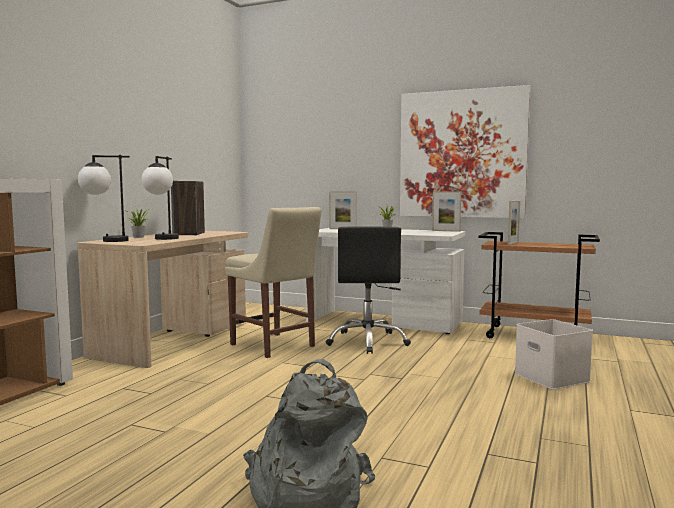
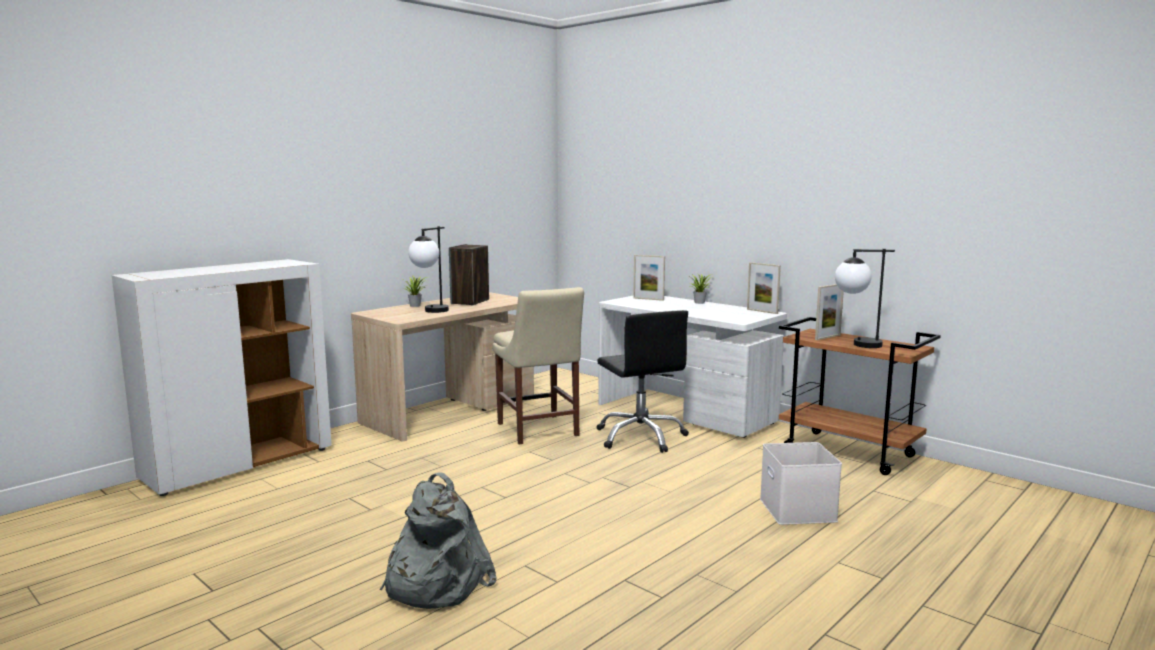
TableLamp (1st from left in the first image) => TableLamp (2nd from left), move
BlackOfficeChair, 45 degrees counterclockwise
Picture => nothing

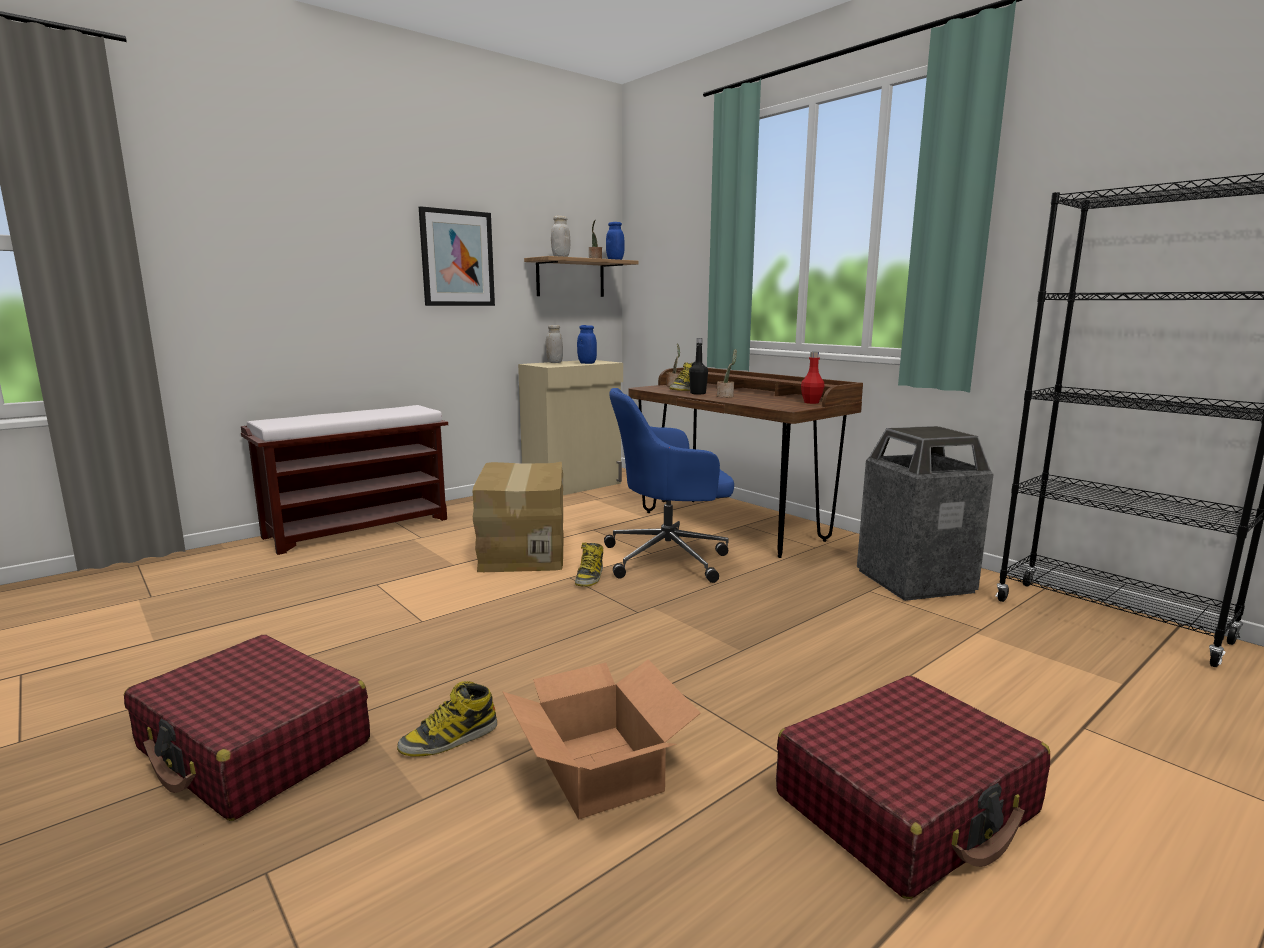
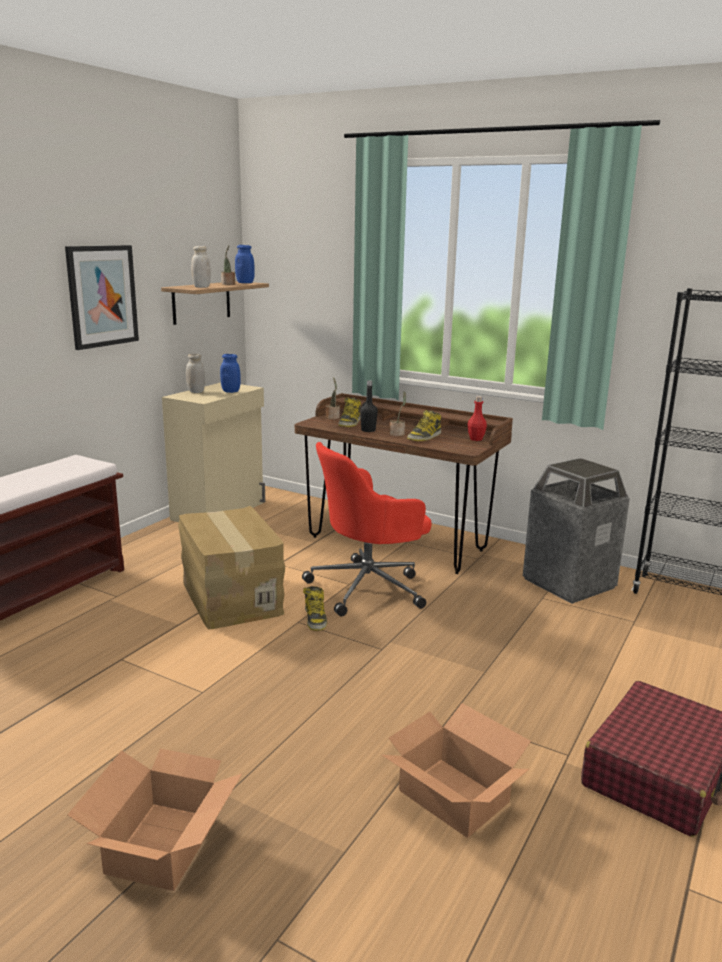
RedSuitcase (1st from left) => CardboardBox (1st from left)
Boot (1st from left in the first image) => Boot (3rd from left), move
BlueOfficeChair => RedOfficeChair

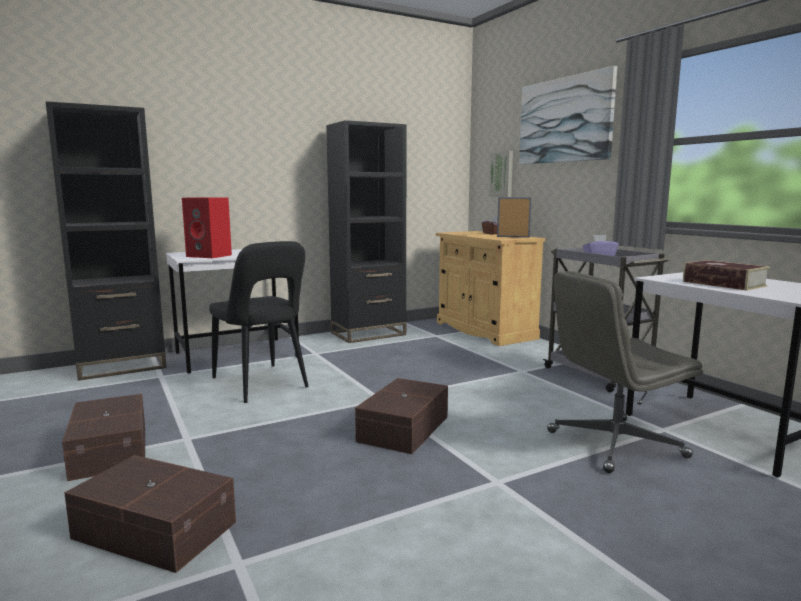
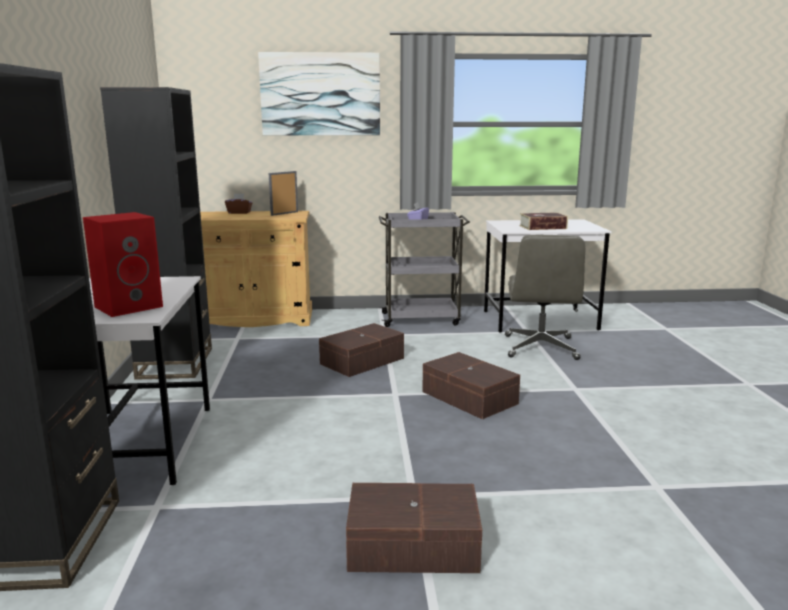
BrownStorageBox (2nd from left in the first image) => BrownStorageBox (1st from left), move
BlackChair => nothing
Picture (1st from left) => nothing

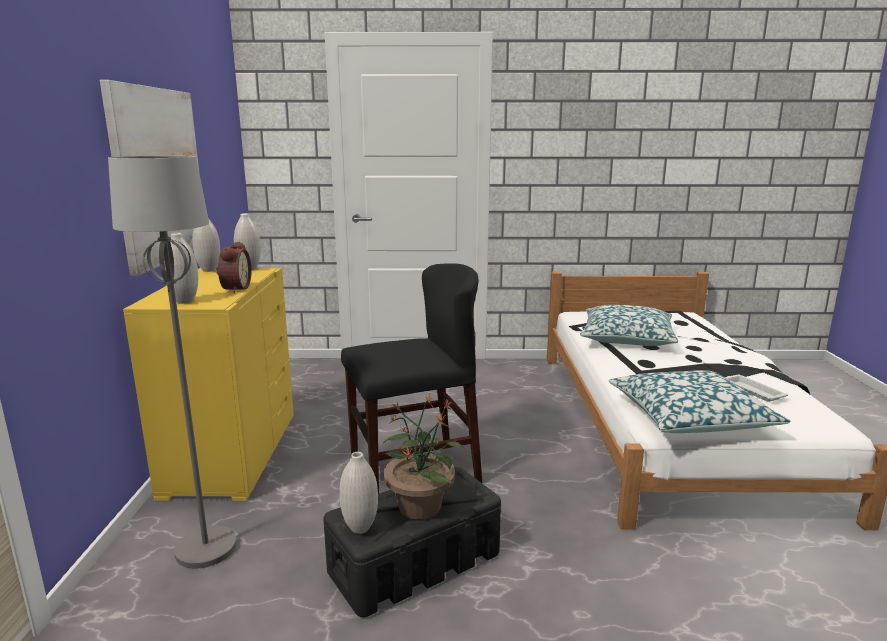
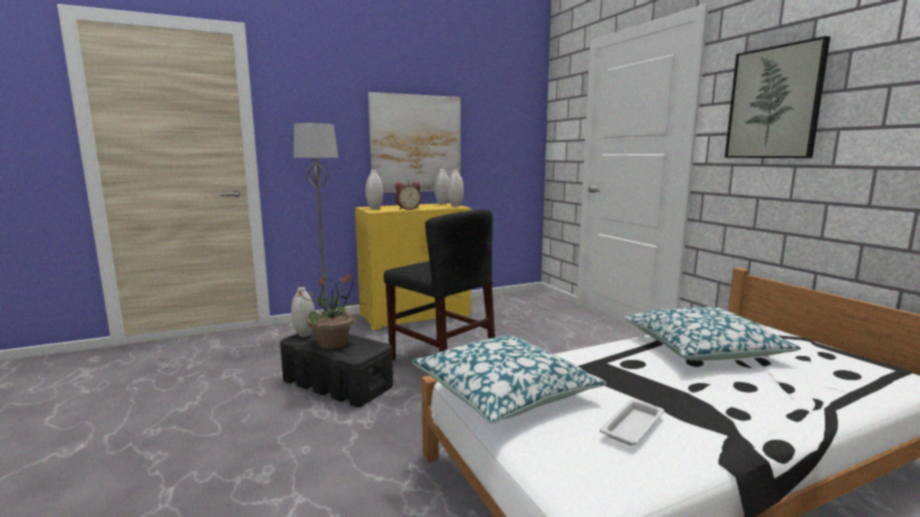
nothing => Picture (2nd from left)

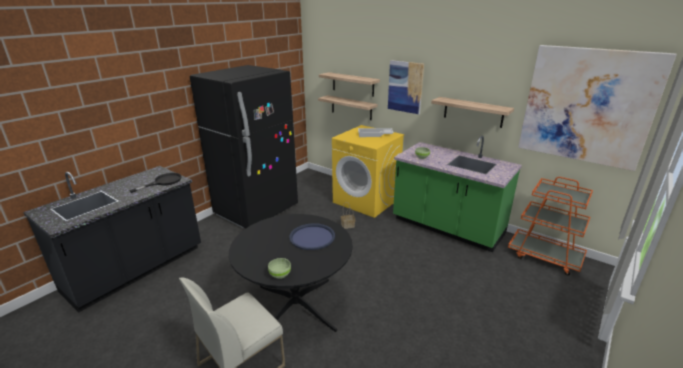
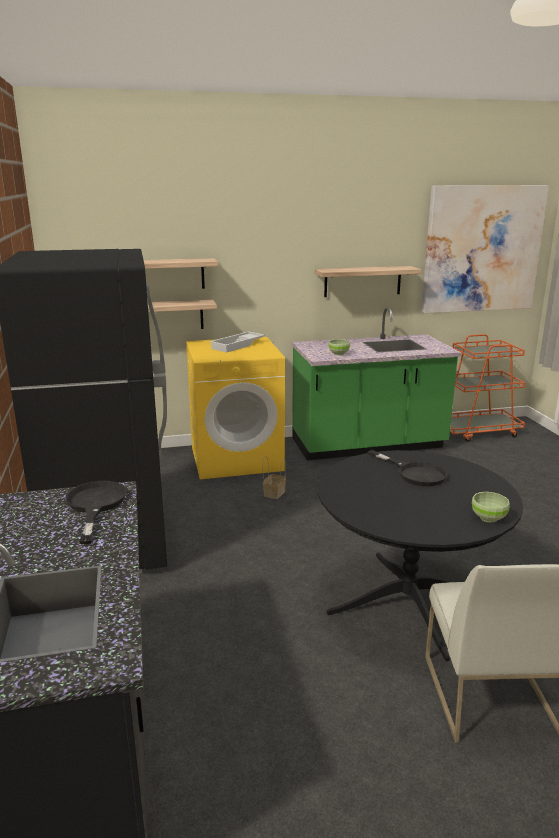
BlueTray => BlackFryingPan (2nd from left)
Picture (1st from left) => nothing

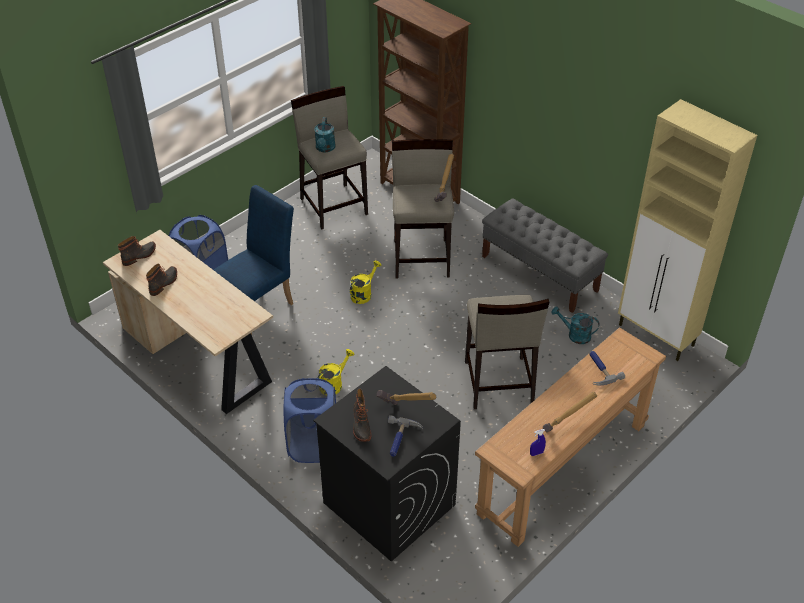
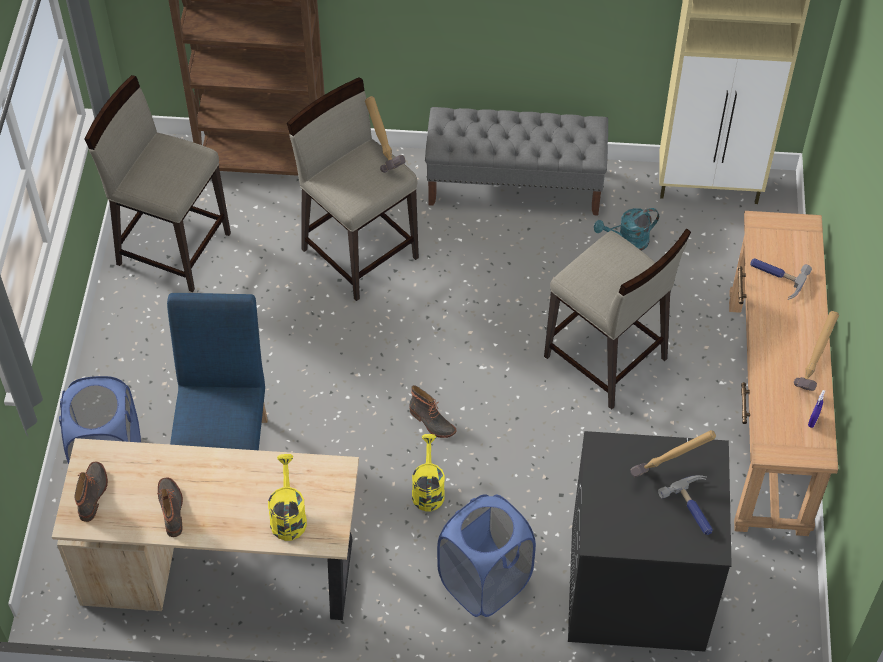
TurquoiseWateringCan (1st from left) => nothing
YellowWateringCan (2nd from left in the first image) => YellowWateringCan (1st from left), move
Boot (3rd from left), move

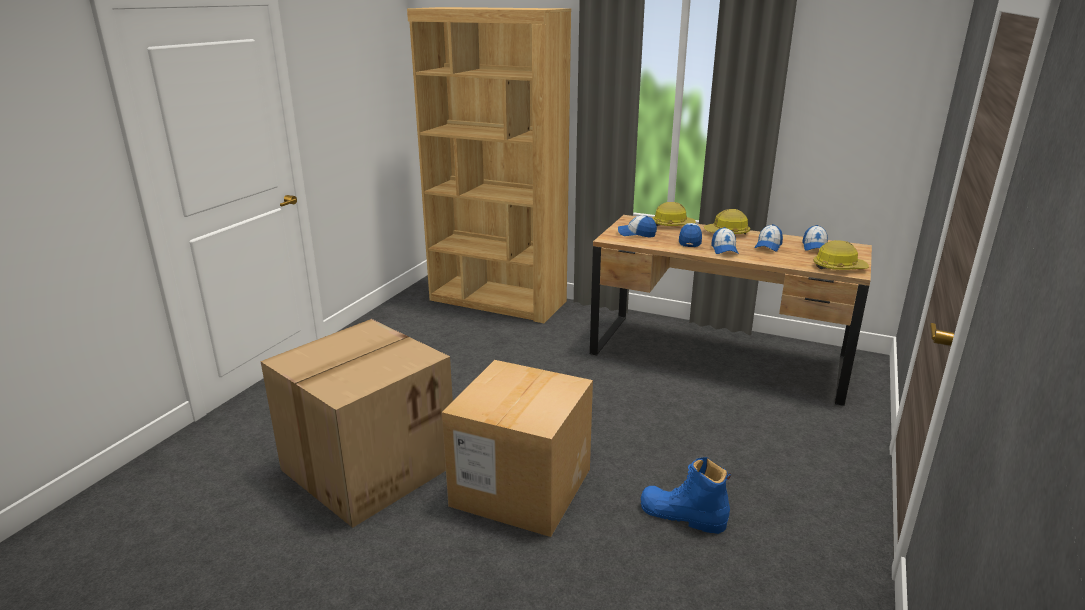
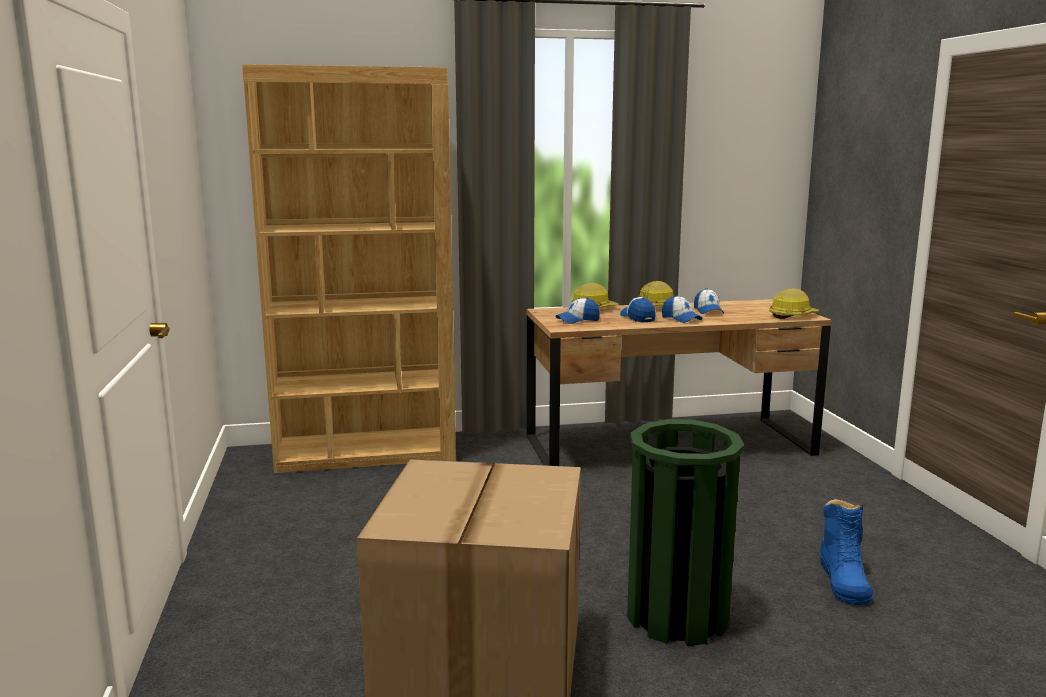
CardboardBox (2nd from left) => GreenTrashCan
BlueBoot, 75 degrees counterclockwise
Cap (5th from left) => nothing

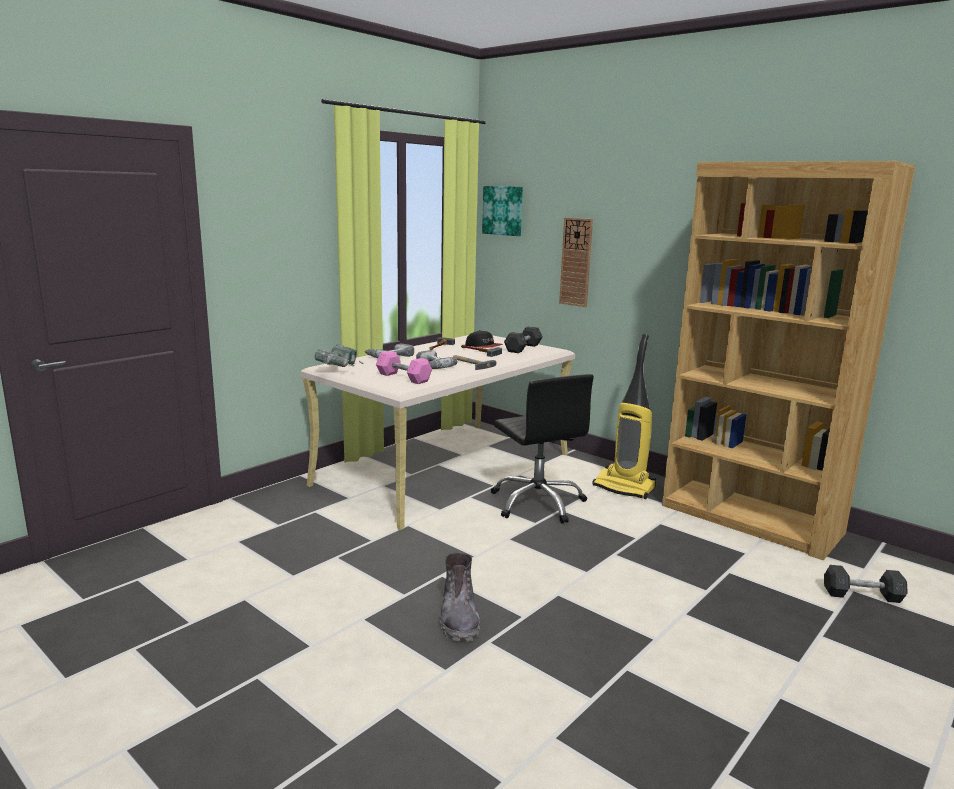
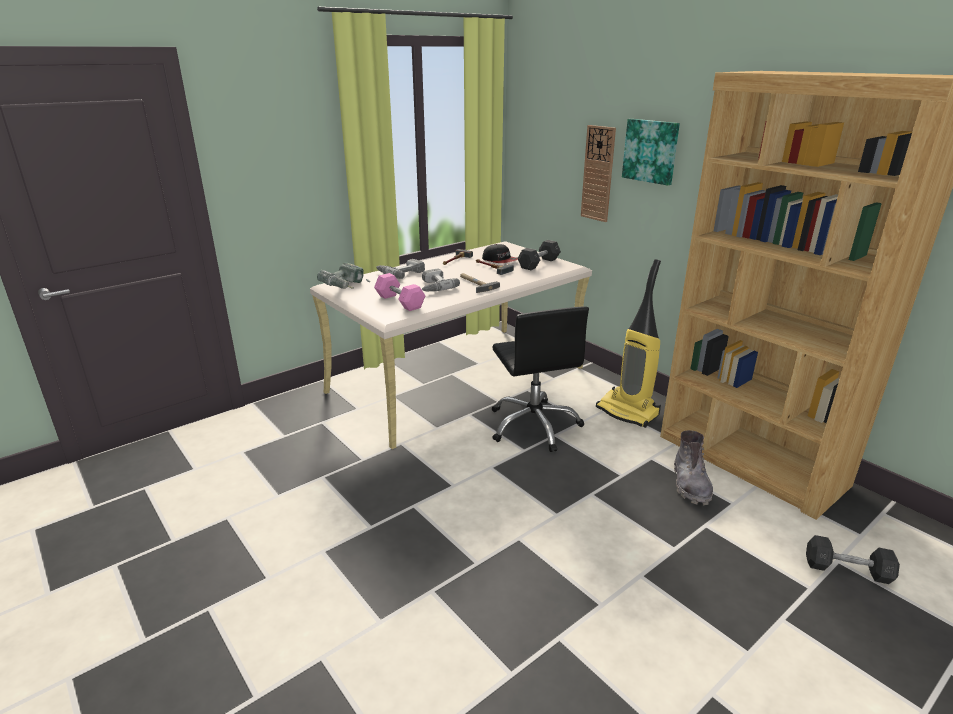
GreyBoot, move
Picture, move

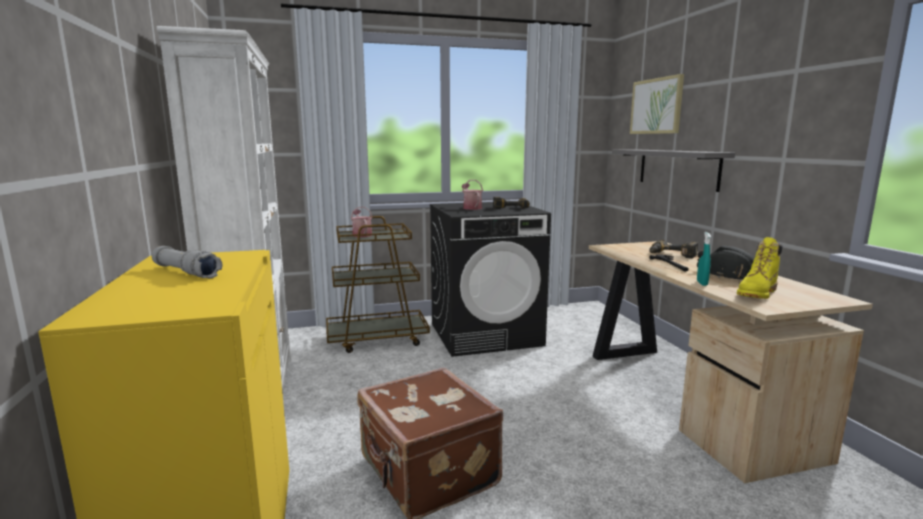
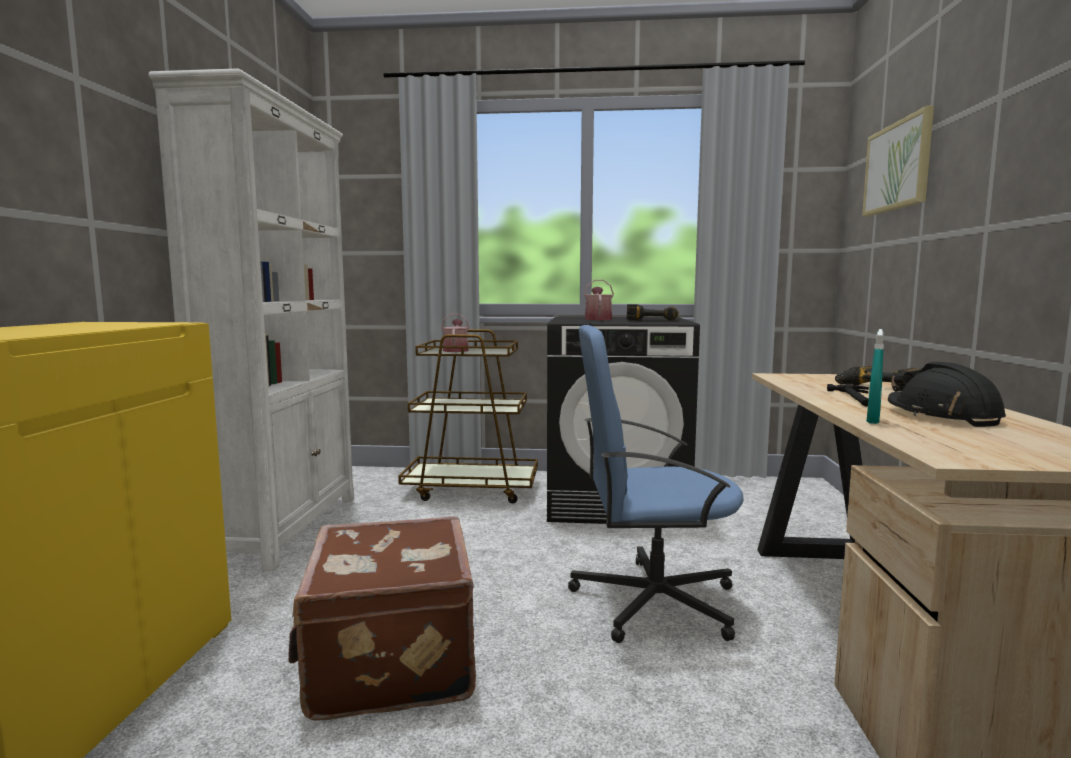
GreyFlashlight => nothing
GreyShelf => nothing
YellowBoot => nothing
nothing => BlueOfficeChair

